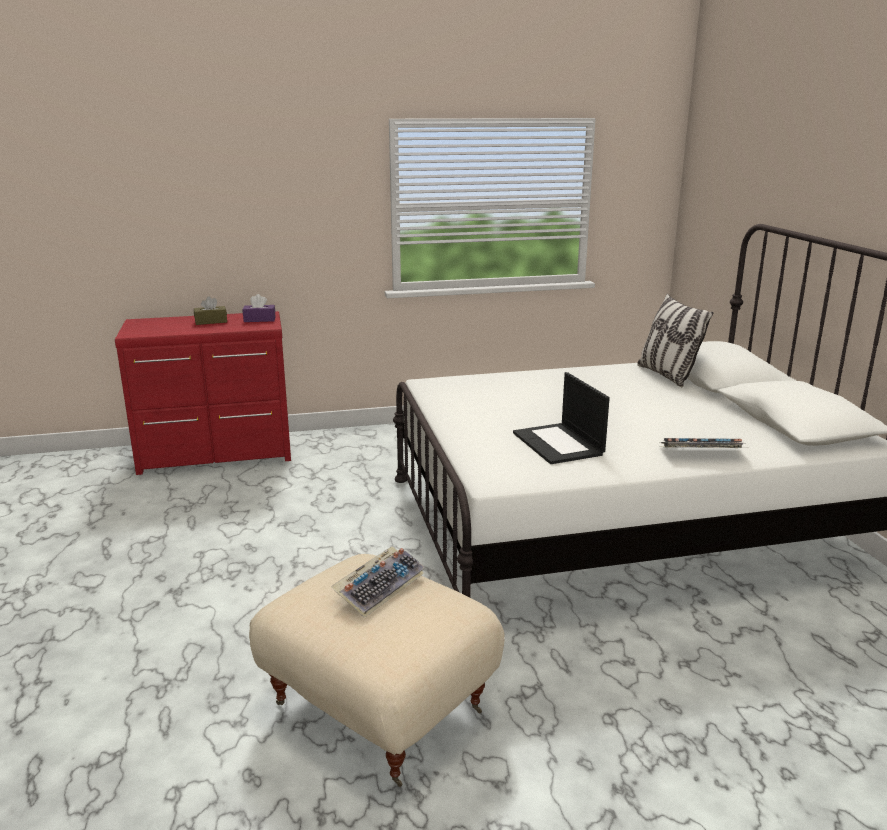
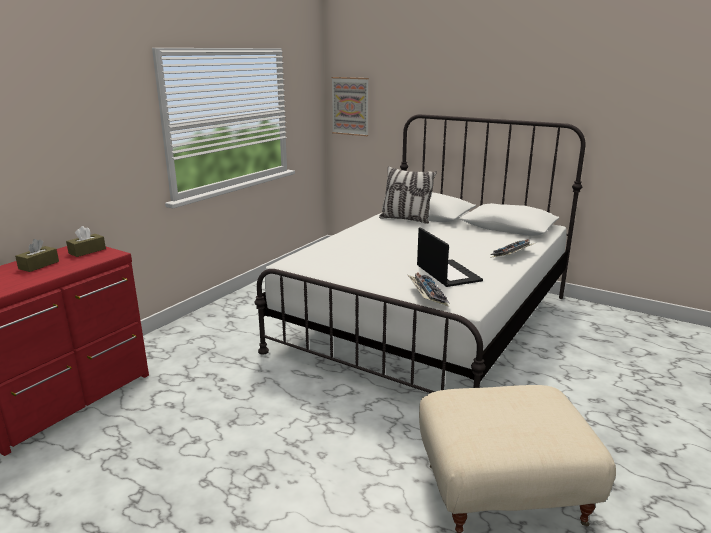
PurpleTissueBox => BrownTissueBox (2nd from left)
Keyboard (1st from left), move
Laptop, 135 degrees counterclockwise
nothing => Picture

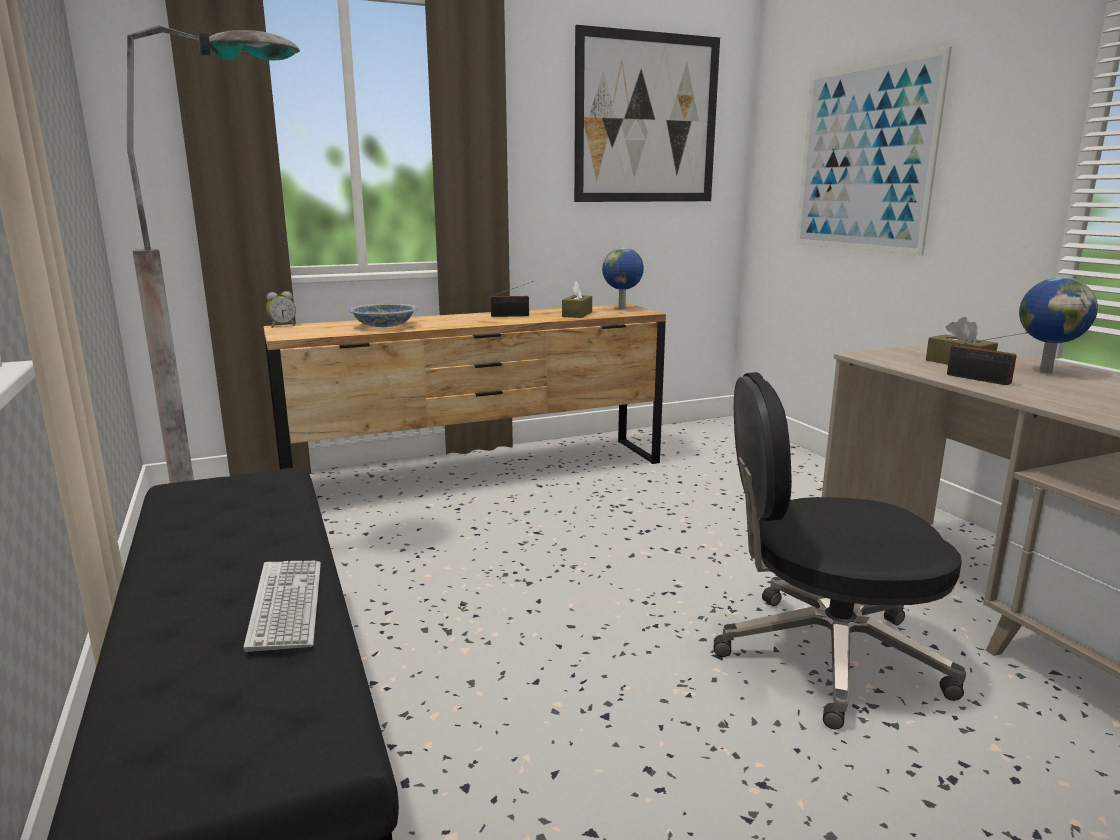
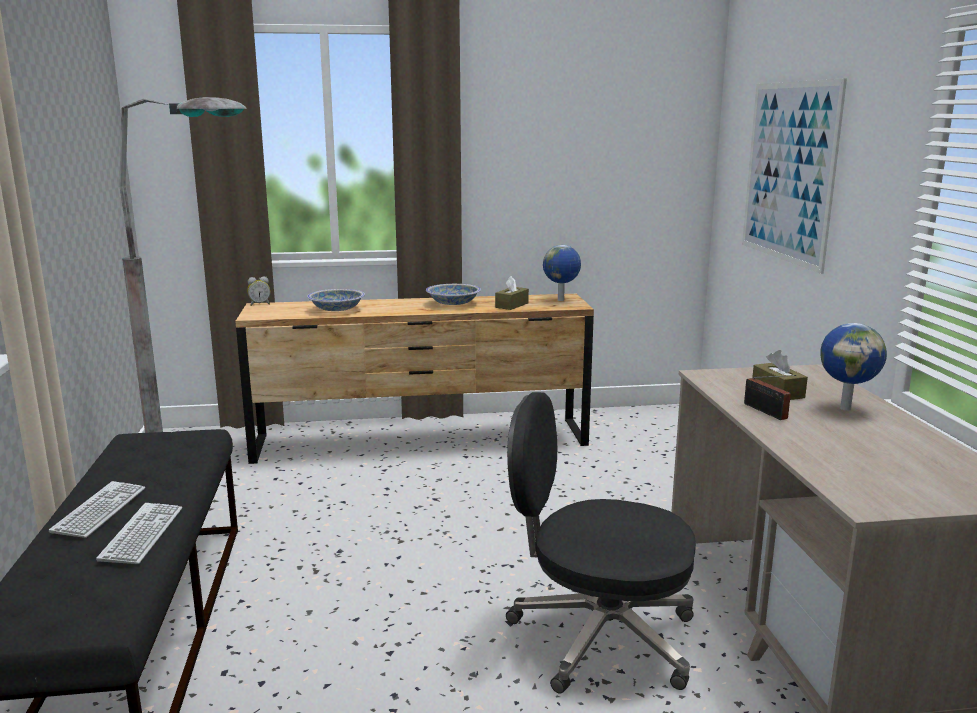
Radio (1st from left) => Bowl (2nd from left)
Picture (1st from left) => nothing
nothing => Keyboard (1st from left)

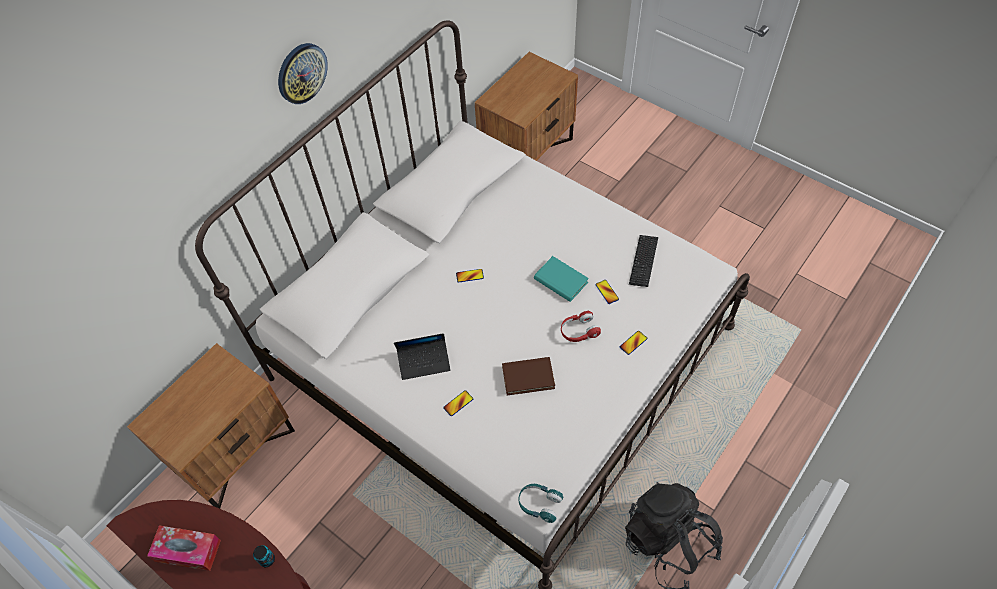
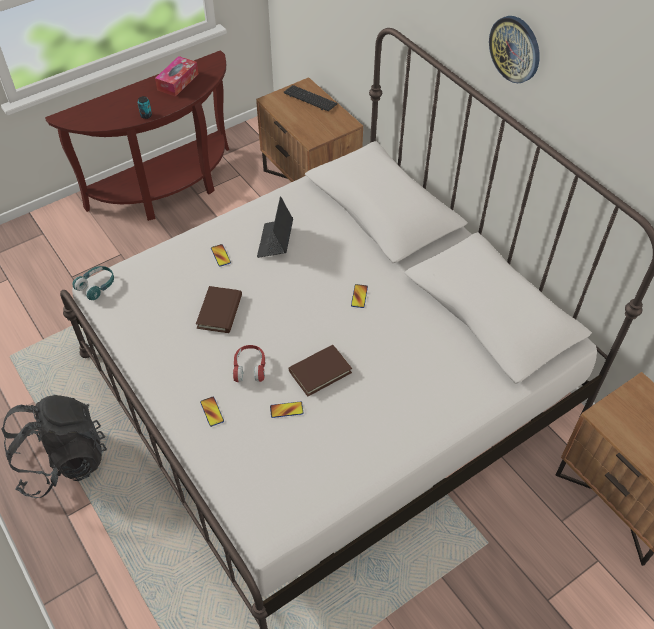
TurquoiseBook => BrownBook (2nd from left)
Keyboard, move

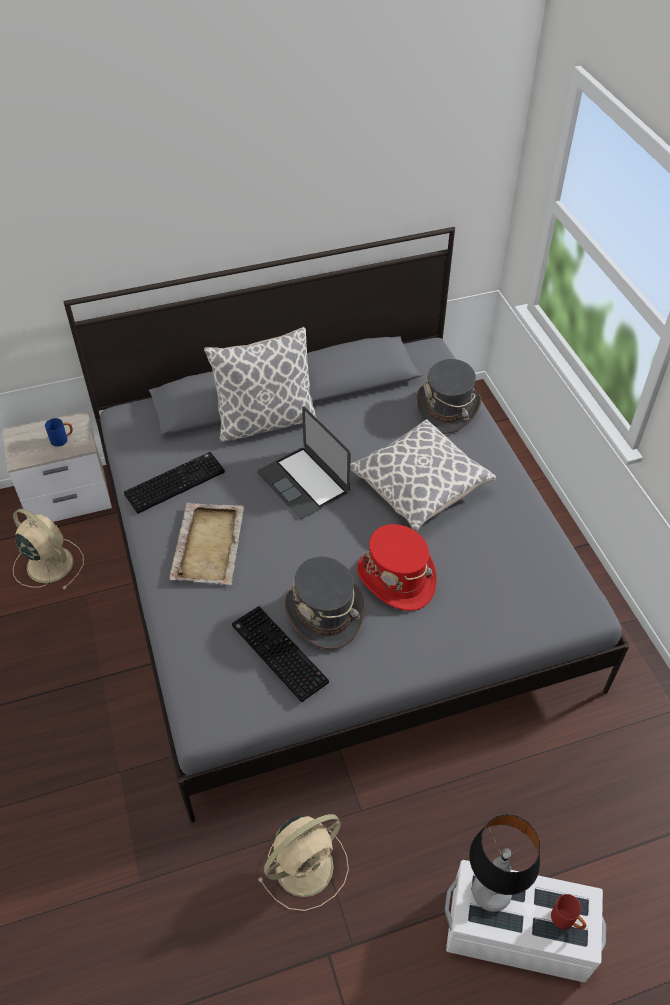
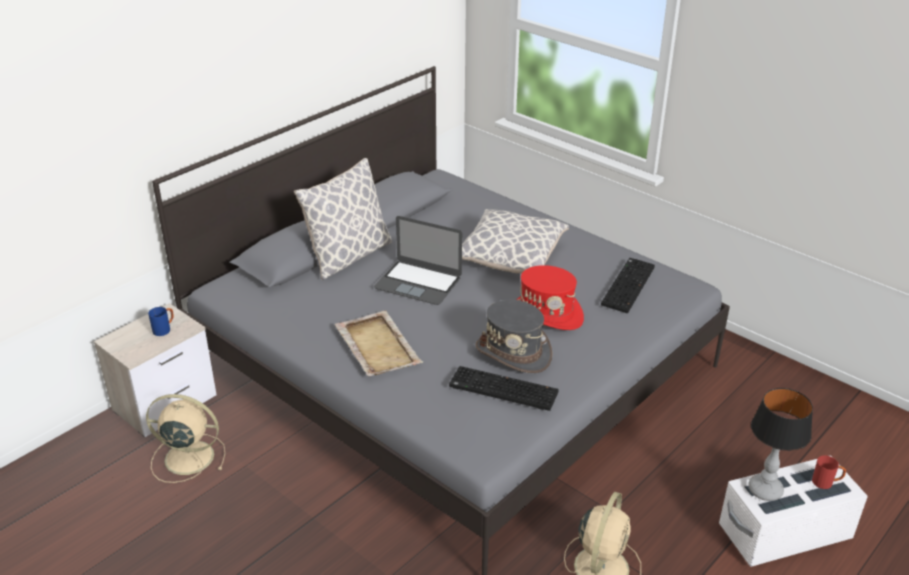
Keyboard (1st from left in the first image) => Keyboard (2nd from left), move
GreyHat (2nd from left) => nothing

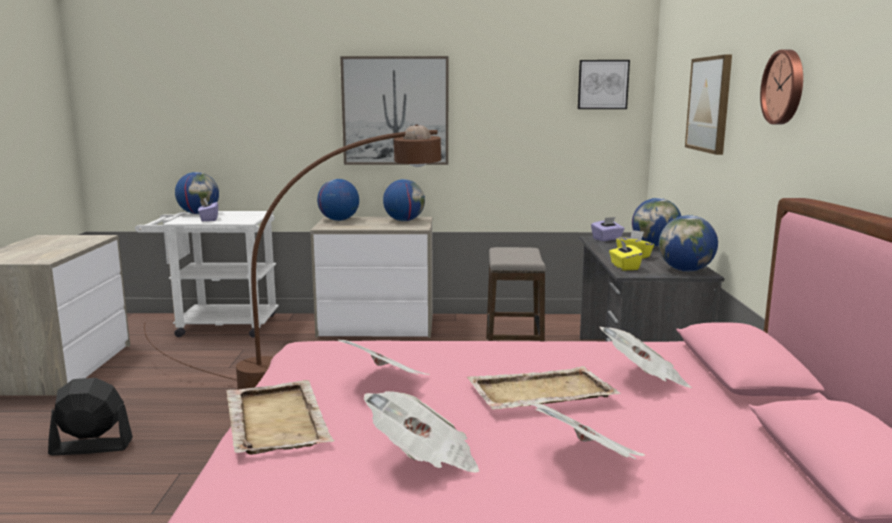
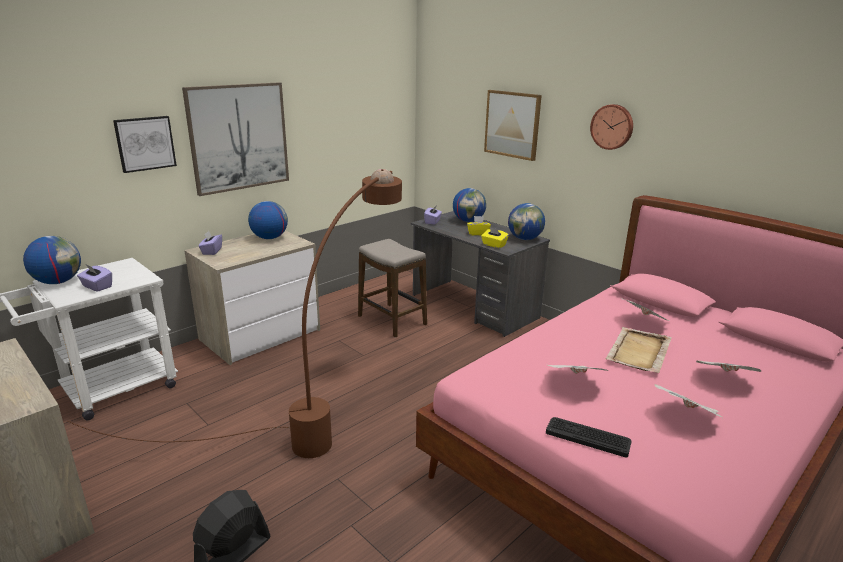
BeigeTray (1st from left) => Keyboard
Globe (2nd from left) => PurpleTissueBox (2nd from left)
Picture (2nd from left in the first image) => Picture (1st from left), move

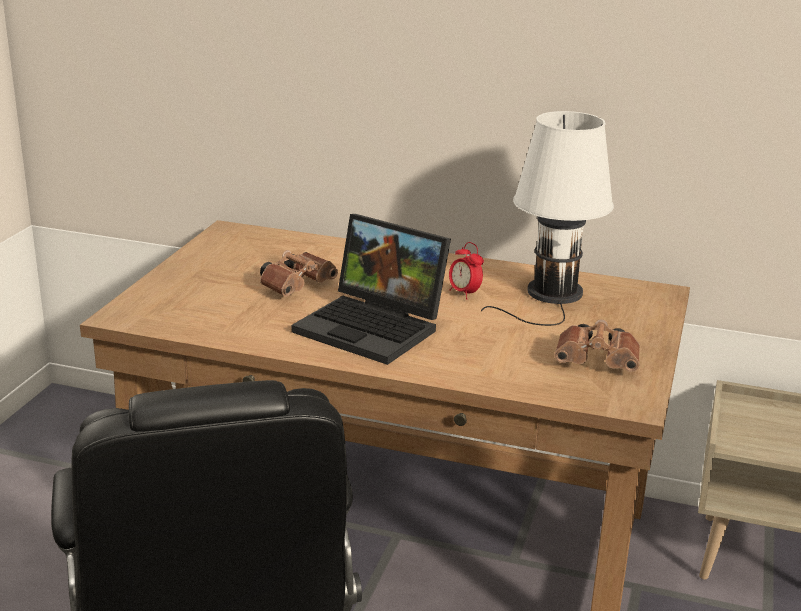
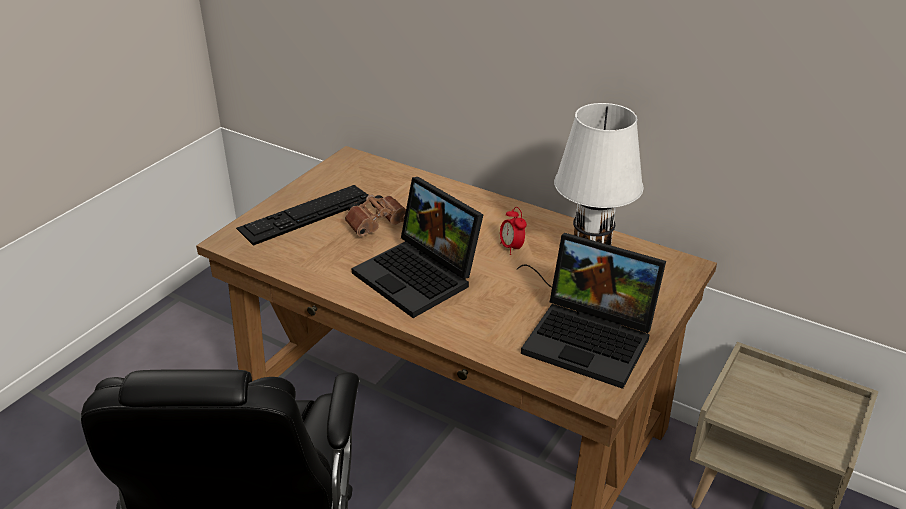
BrownBinoculars (2nd from left) => Laptop (2nd from left)
nothing => Keyboard

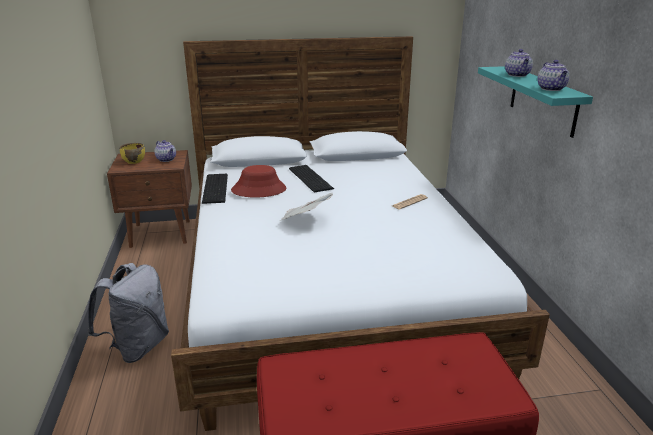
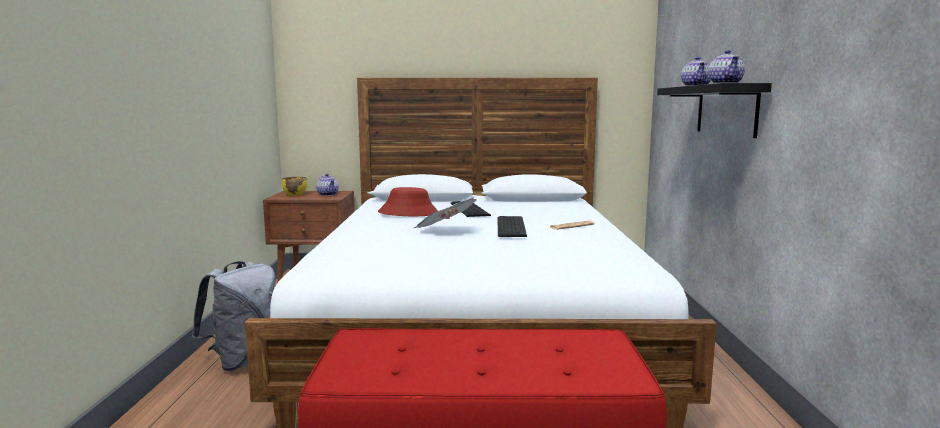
Keyboard (1st from left in the first image) => Keyboard (2nd from left), move
TurquoiseShelf => BlackShelf

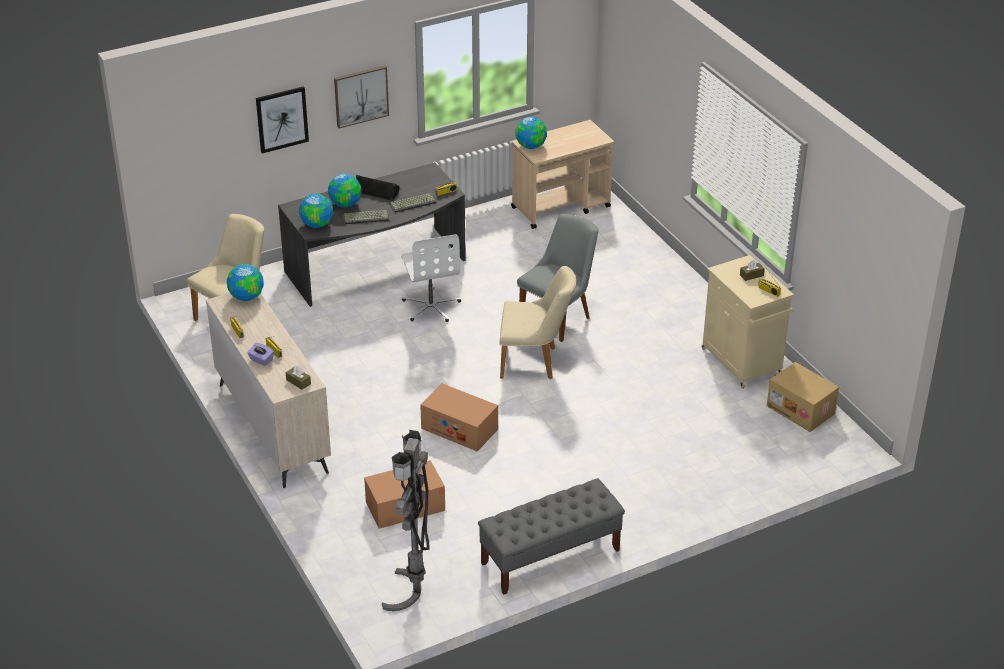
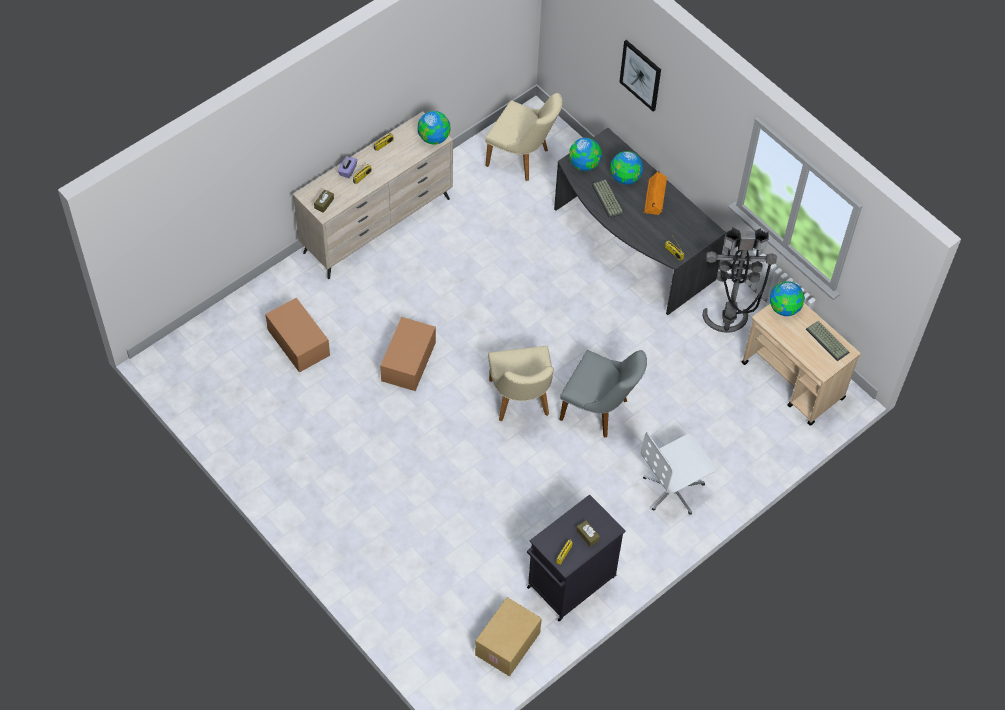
Picture (2nd from left) => nothing
BlackSpeaker => OrangeSpeaker
GreyFloorLamp, move
Keyboard (2nd from left), move
WhiteOfficeChair, move
GreyBench => nothing
BeigeCabinet => BlackCabinet

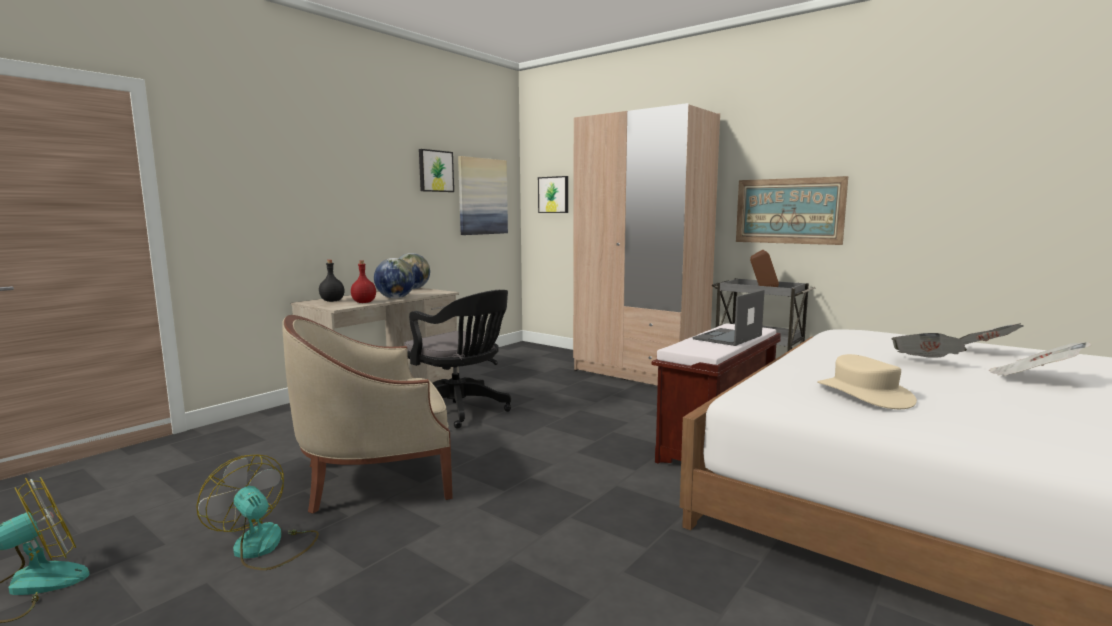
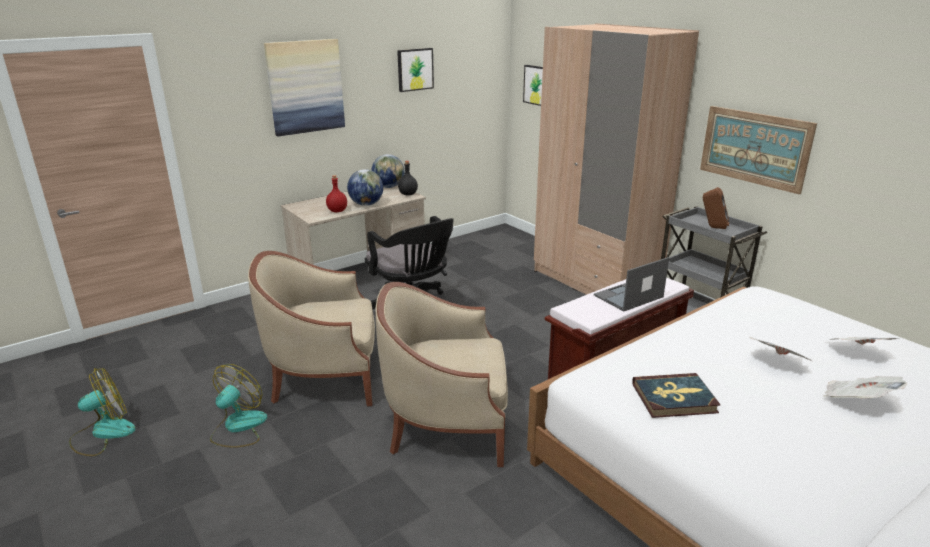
Fan (2nd from left), 60 degrees clockwise
BlackBottle, move
Picture (2nd from left in the first image) => Picture (1st from left), move
BeigeHat => Book
nothing => BeigeArmchair (2nd from left)

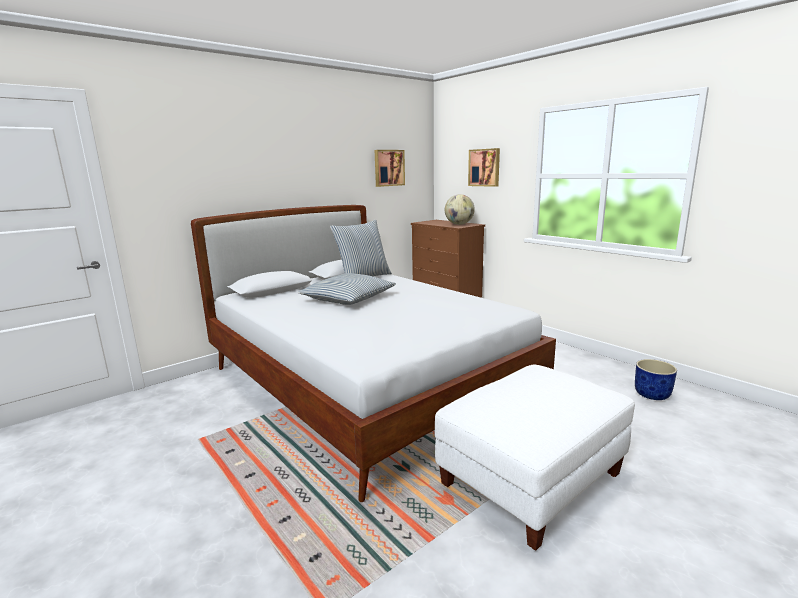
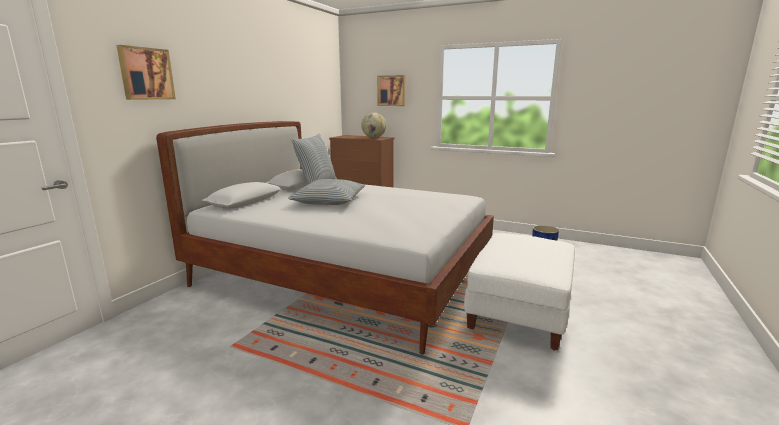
Picture (1st from left), move

